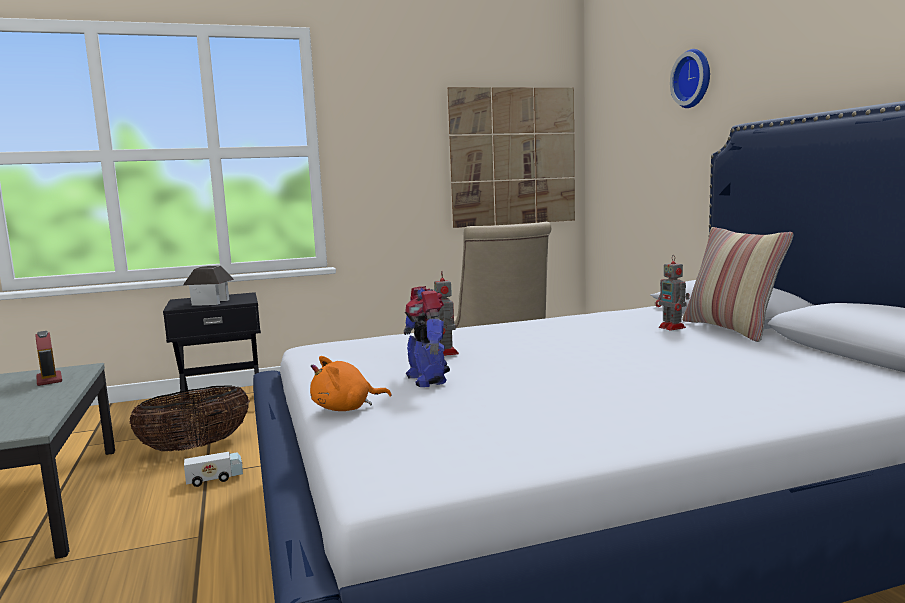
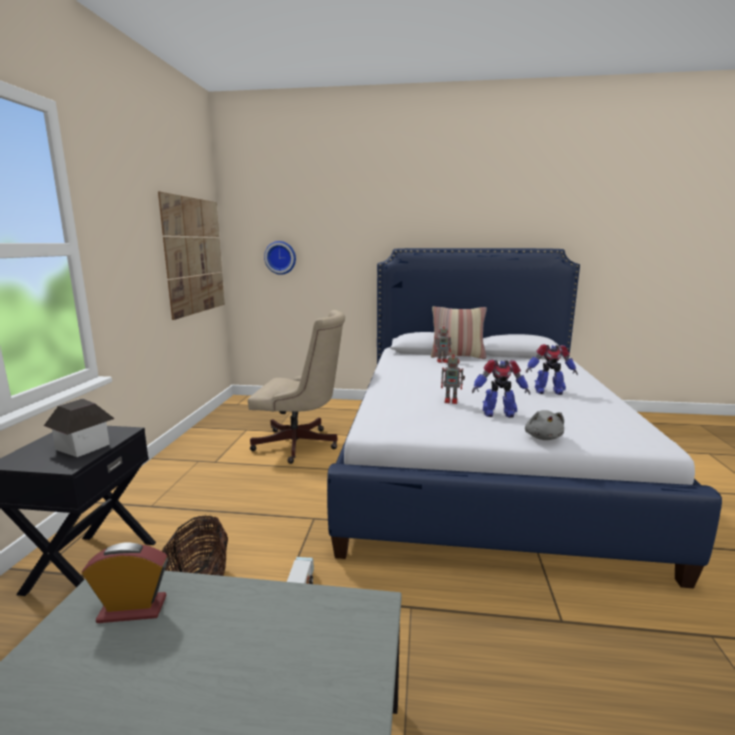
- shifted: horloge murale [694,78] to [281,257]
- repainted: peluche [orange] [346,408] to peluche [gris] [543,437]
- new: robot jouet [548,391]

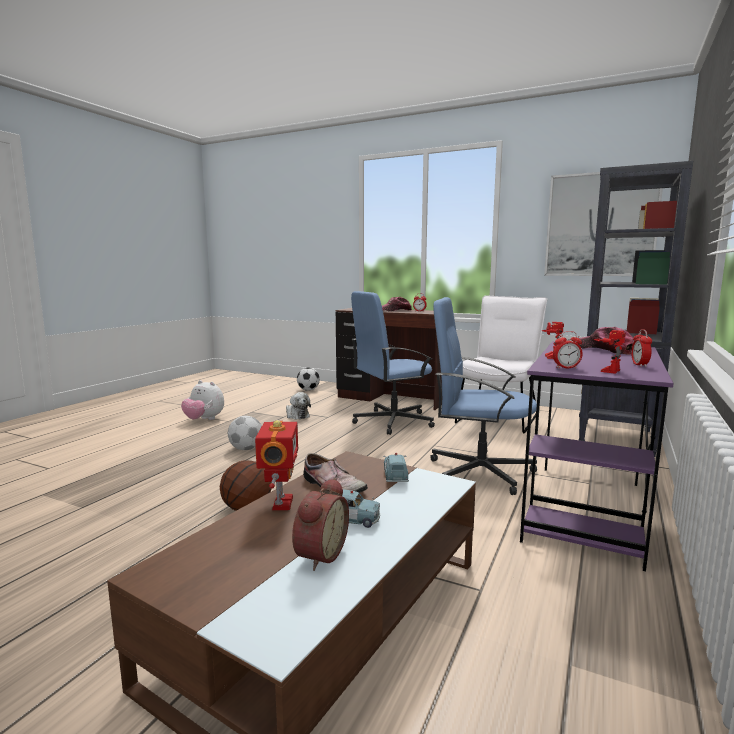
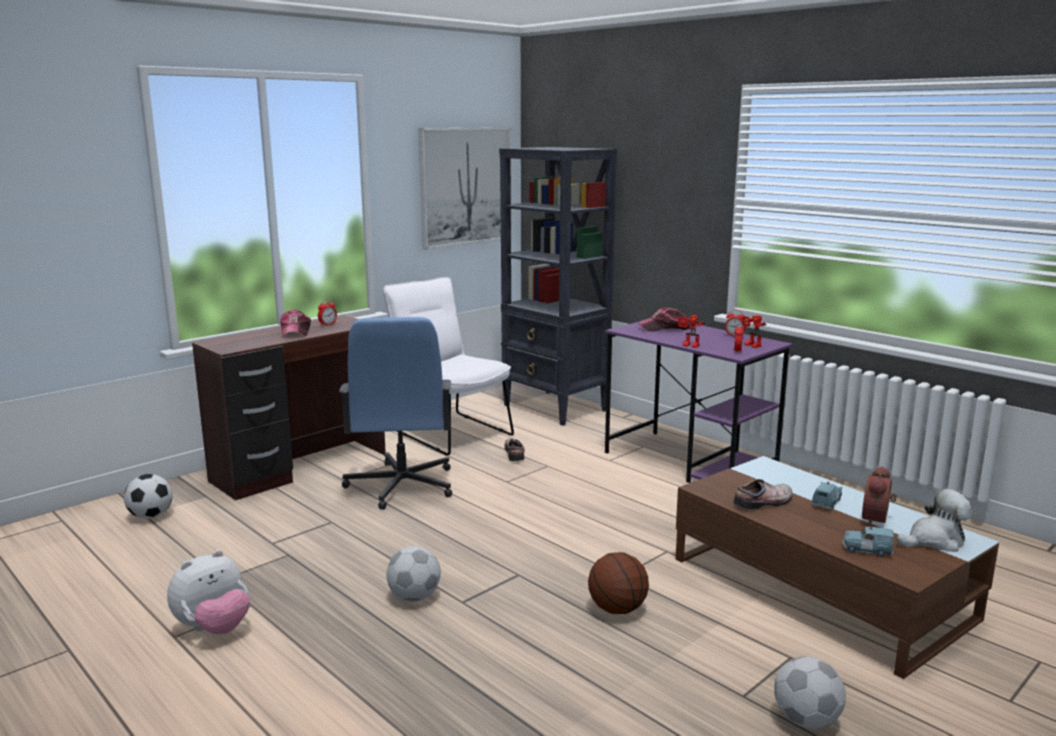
- gone: chaise de bureau [bleu] [478,471]
- shifted: peluche [297,415] to [934,541]
- gone: robot jouet [280,503]
- shifted: petite voiture [bleu] [395,476] to [866,550]
- rotated: réveil [318,554] = [877,519] 105 degrees counterclockwise
- new: chaussure [516,453]
- new: ballon de foot [807,721]

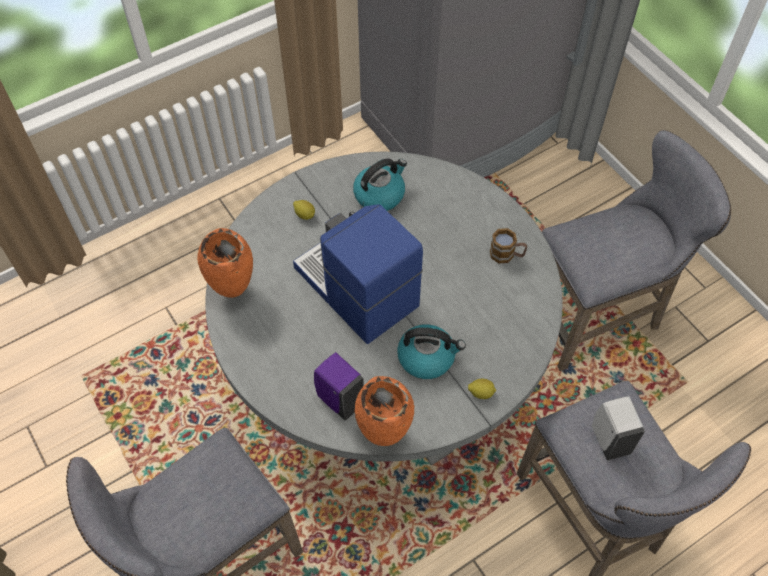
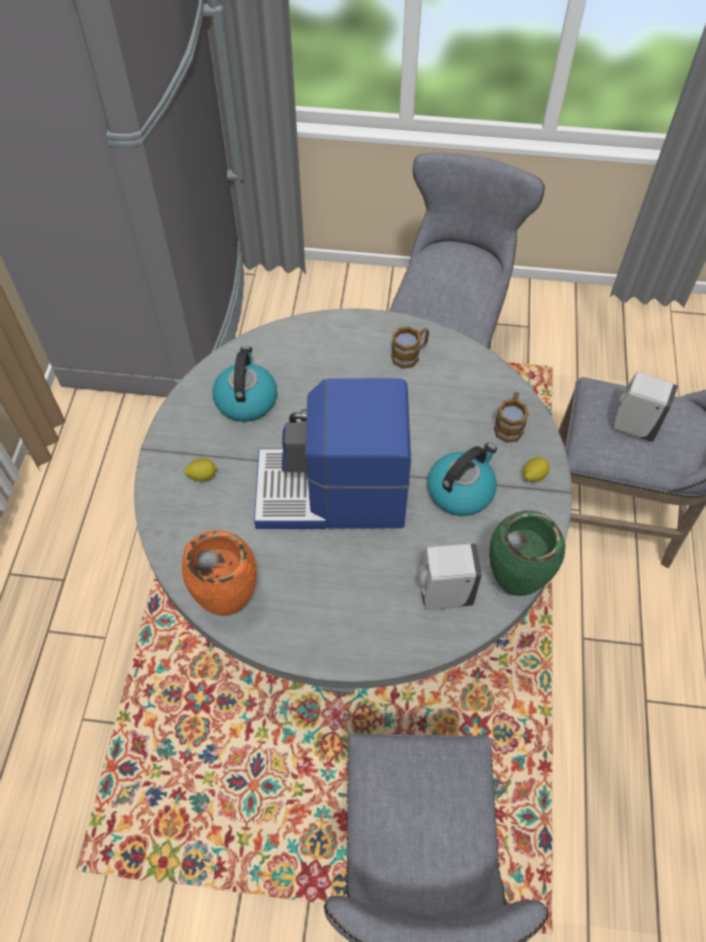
- repainted: distributeur de savon [violet] [339,399] to distributeur de savon [blanc] [442,594]
- repainted: vase [orange] [385,436] to vase [vert] [515,583]
- new: mug [509,425]

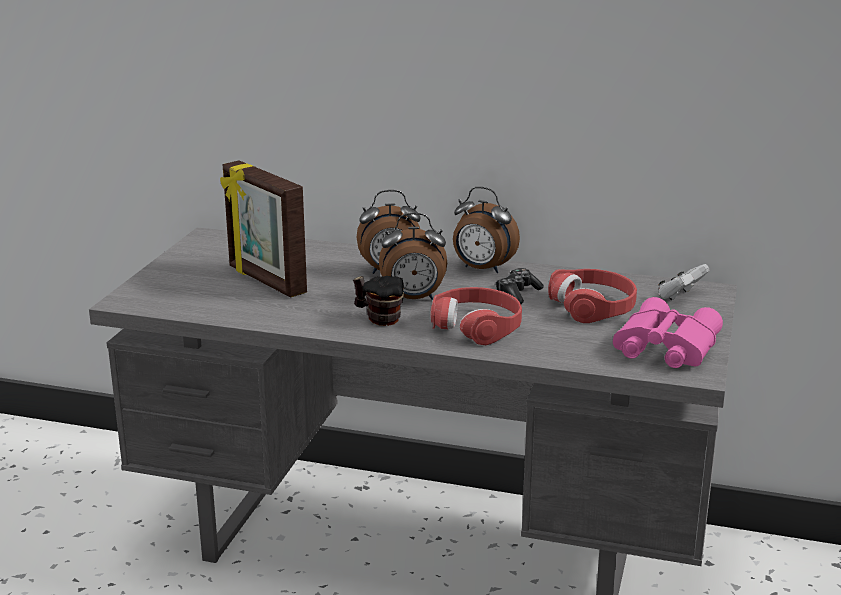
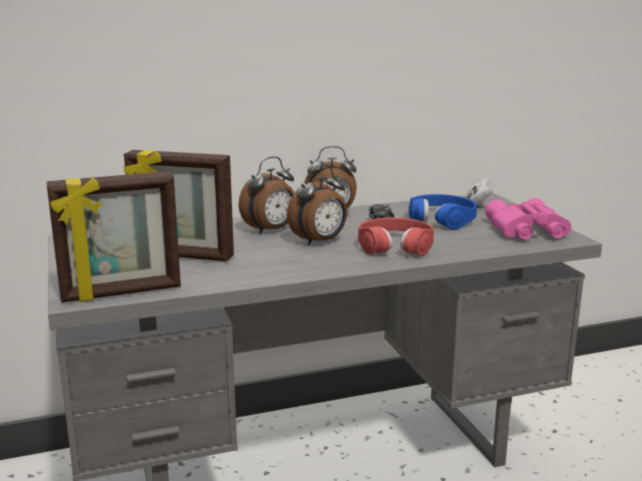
- repainted: casque audio [rouge] [593,306] to casque audio [bleu] [442,220]
- gone: mug [379,318]
- new: cadre photo [121,293]

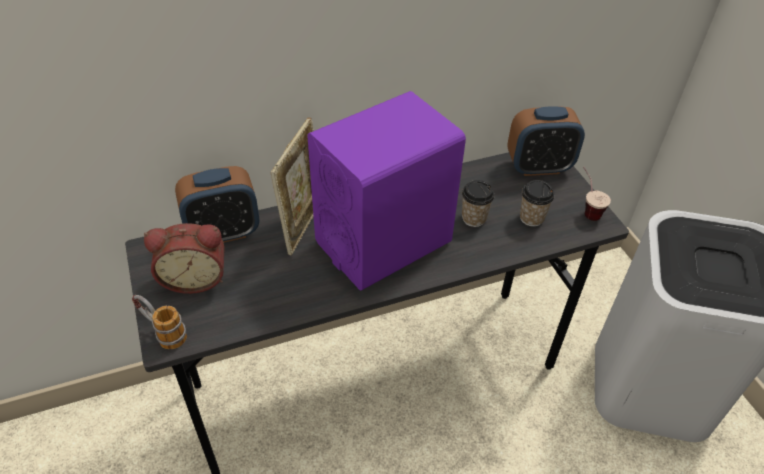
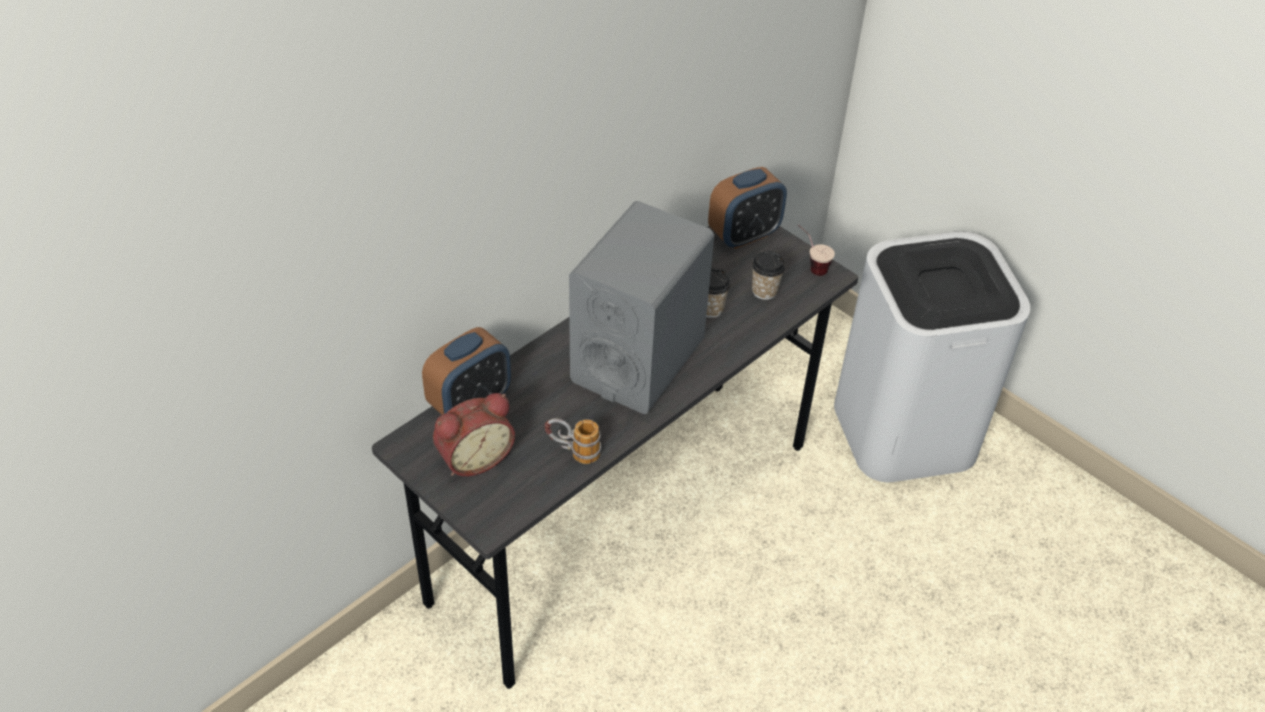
- repainted: enceinte [violet] [384,242] to enceinte [gris] [638,360]
- gone: cadre photo [303,224]
- shifted: mug [162,332] to [573,452]

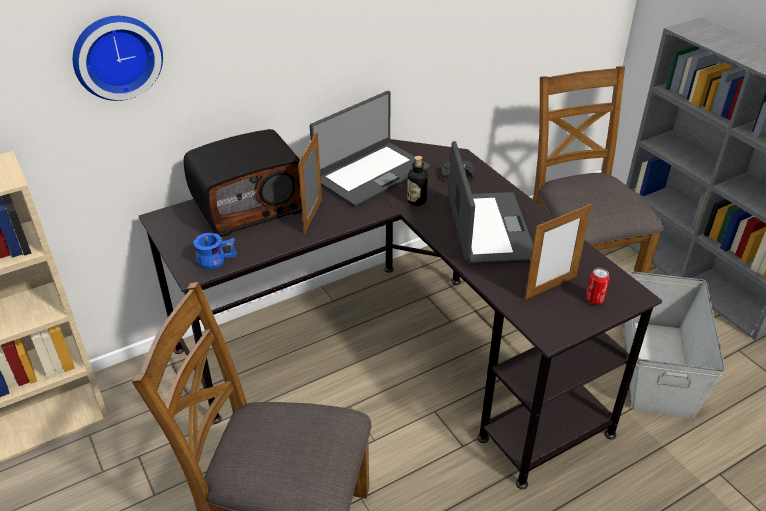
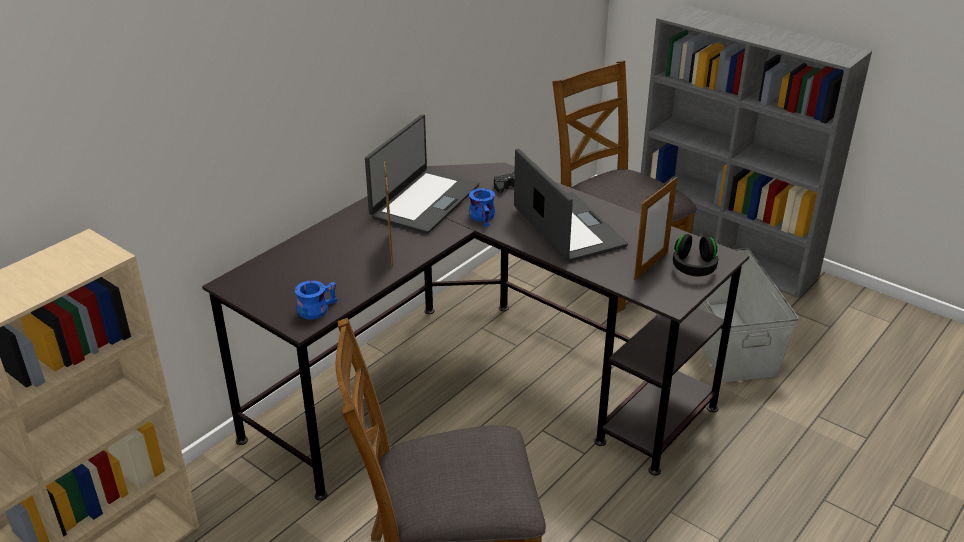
- gone: horloge murale [116,56]
- gone: radio [249,206]
- swapped: bouteille [416,200] to mug [bleu] [484,217]
- swapped: boîte métallique [594,299] to casque audio [noir] [693,267]

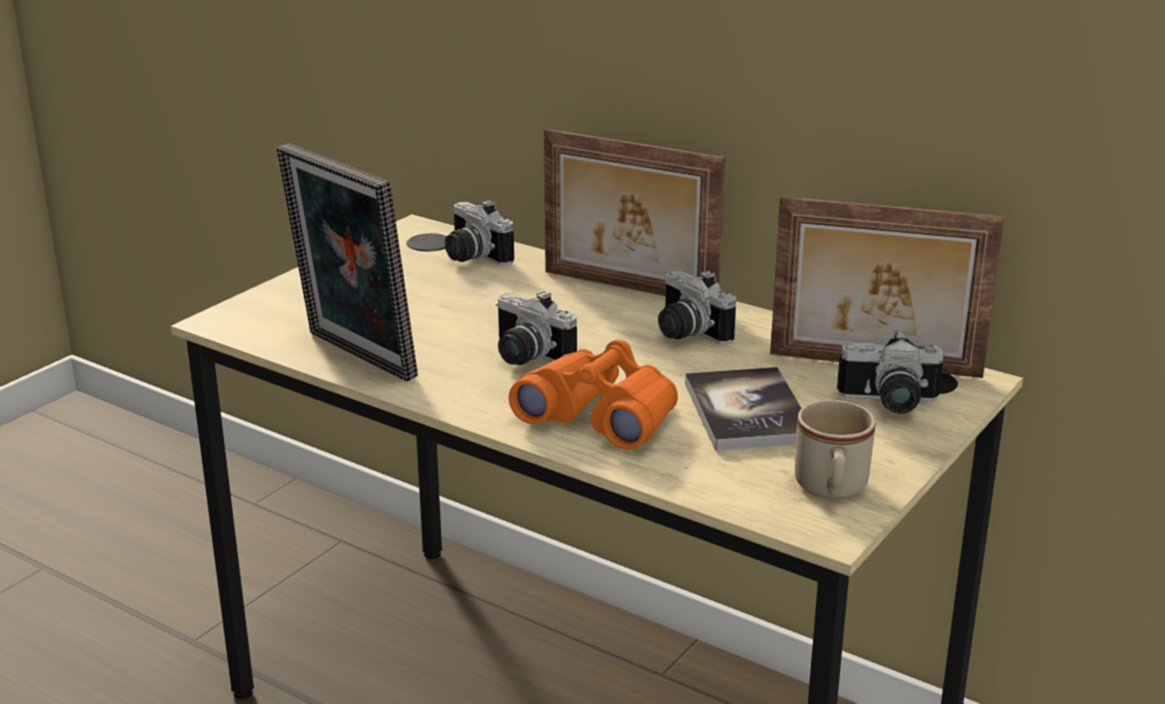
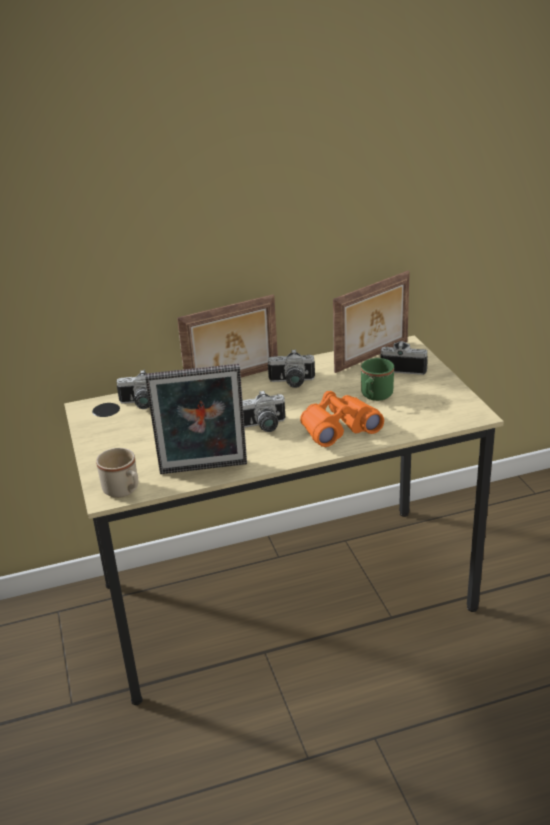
- rotated: appareil photo [889,404] = [404,366] 120 degrees counterclockwise
- swapped: livre [747,412] to mug [vert] [375,396]
- shifted: mug [beige] [831,490] to [124,491]

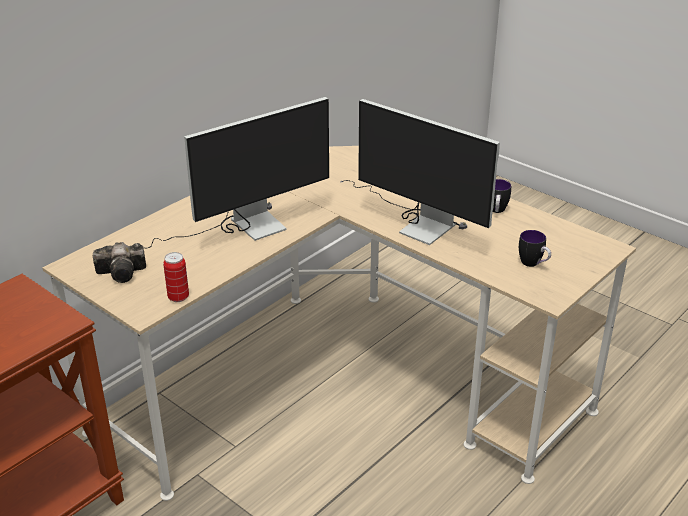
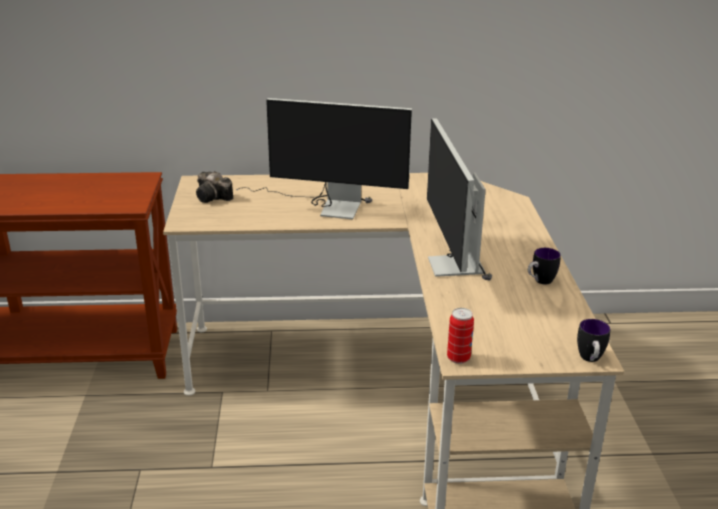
- shifted: mug [533,264] to [590,360]
- shifted: boîte métallique [178,297] to [458,358]

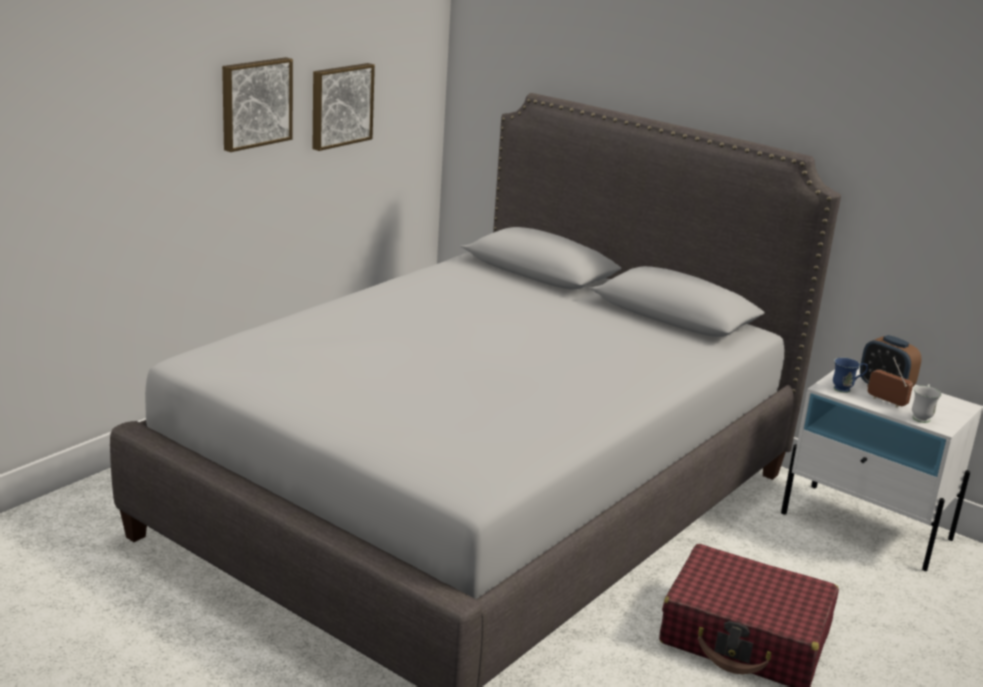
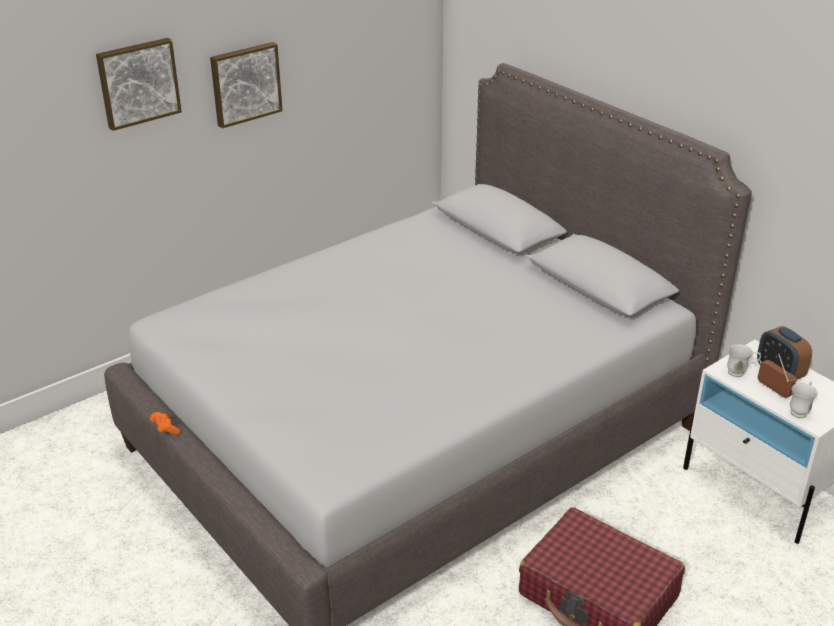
- shifted: tableau [340,105] to [138,82]
- repainted: mug [bleu] [846,389] to mug [blanc] [740,373]
- new: manette [orange] [165,429]

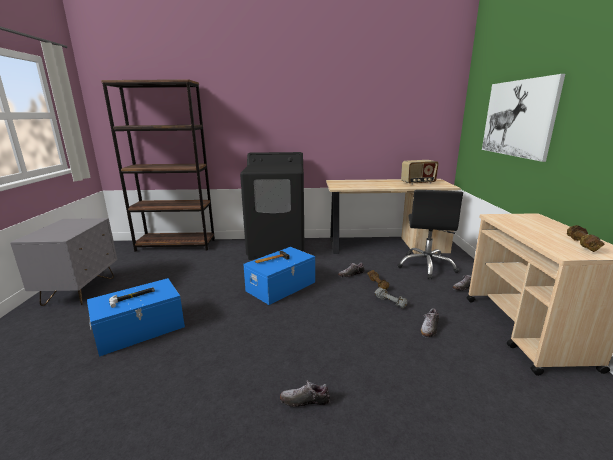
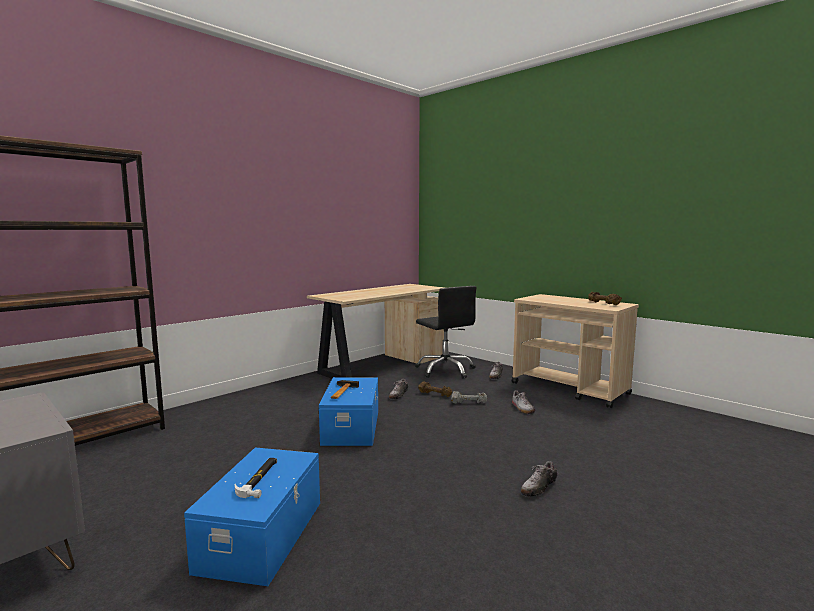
- gone: tableau [517,118]
- gone: lave-linge [noir] [277,248]
- gone: radio [418,183]

